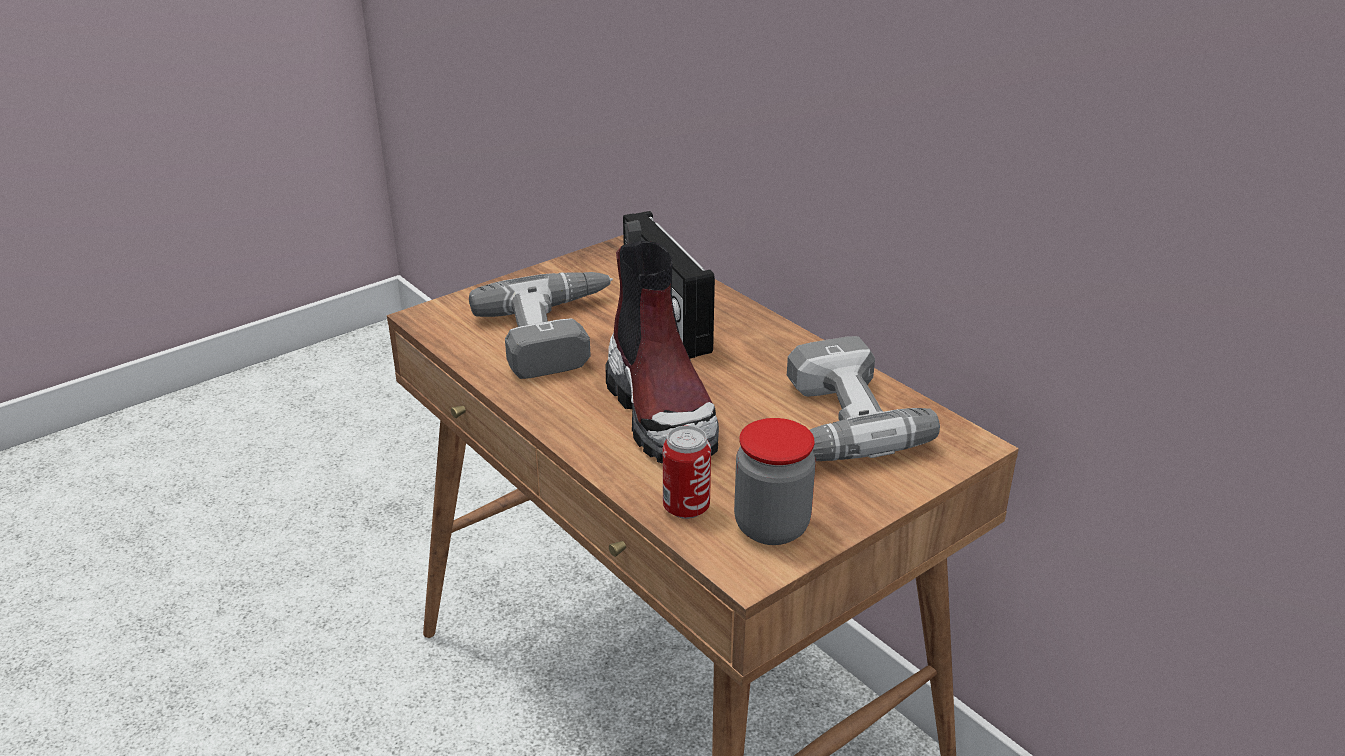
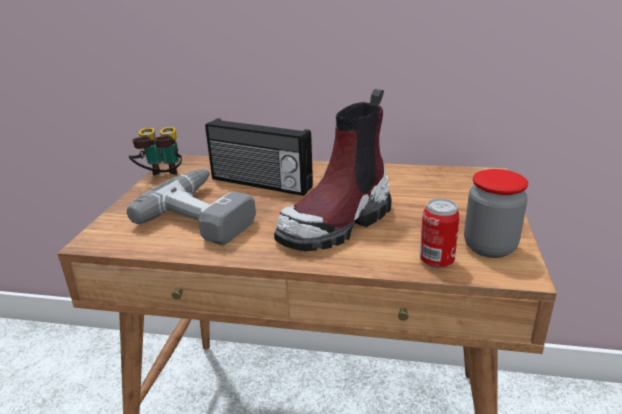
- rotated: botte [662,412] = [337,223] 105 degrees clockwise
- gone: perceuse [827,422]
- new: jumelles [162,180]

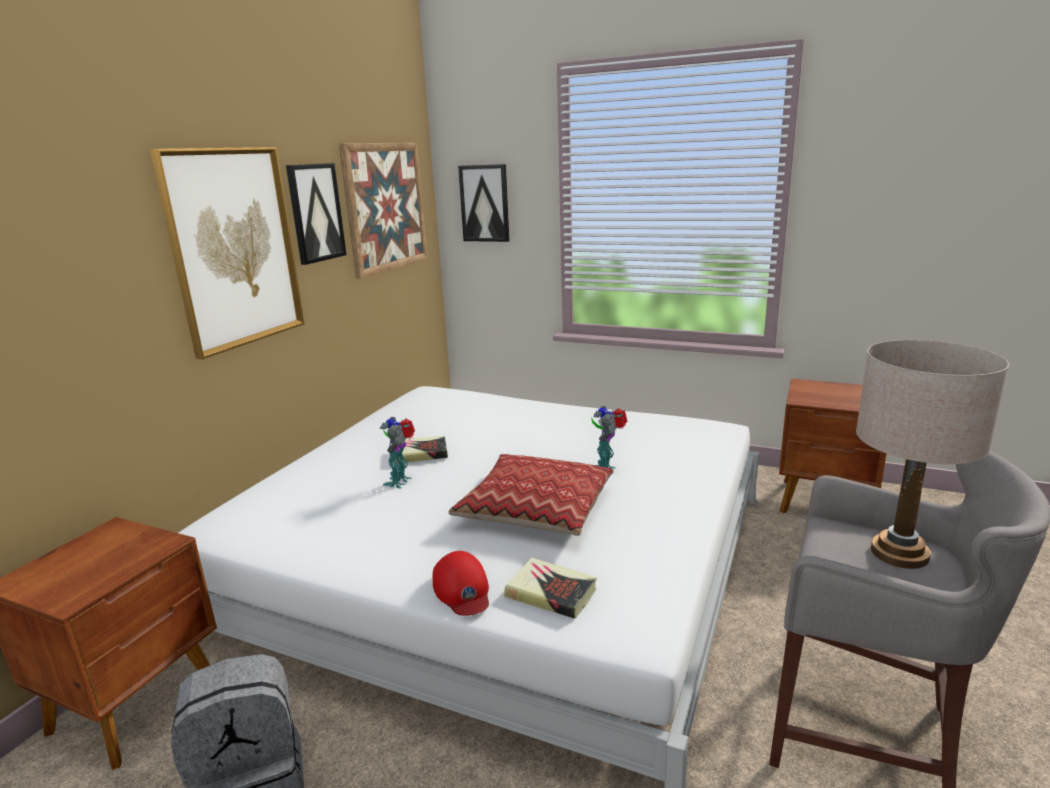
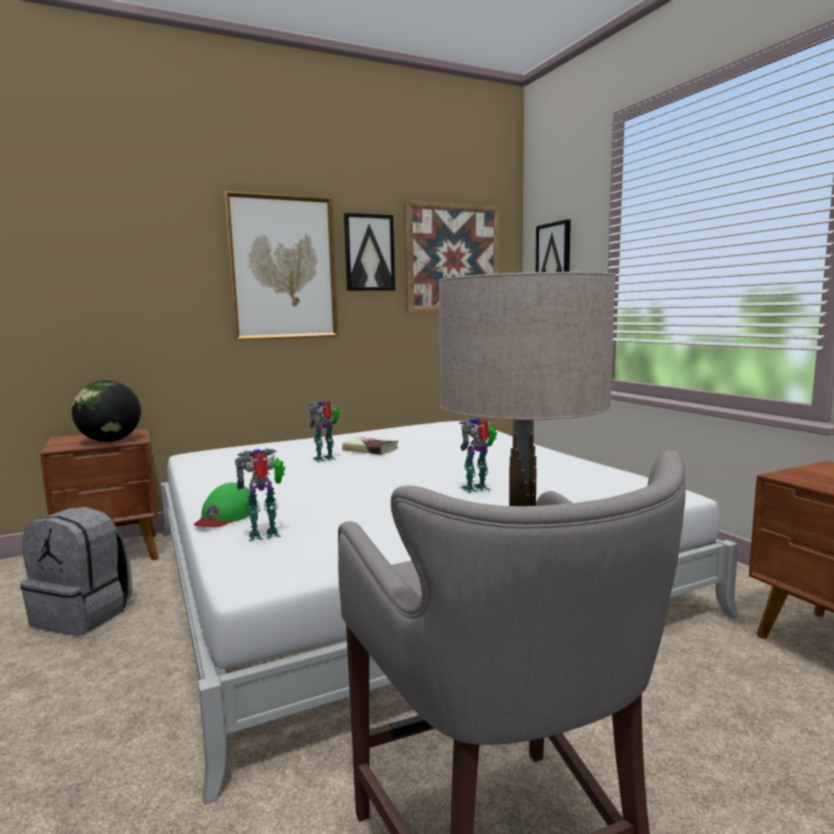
- gone: coussin [535,508]
- repainted: casquette [rouge] [462,590] to casquette [vert] [226,515]
- swapped: livre [551,593] to robot jouet [265,536]
- new: globe [110,441]

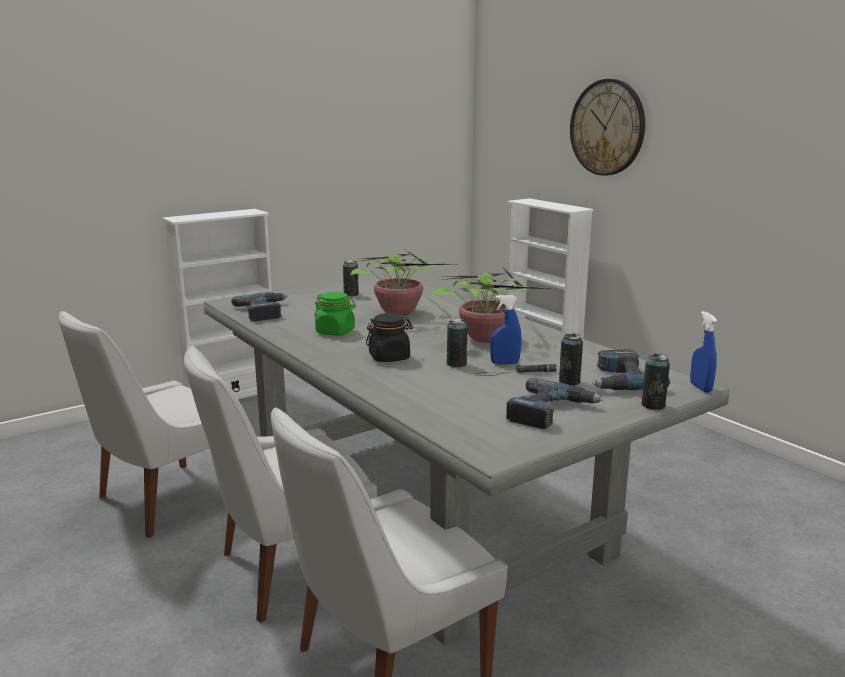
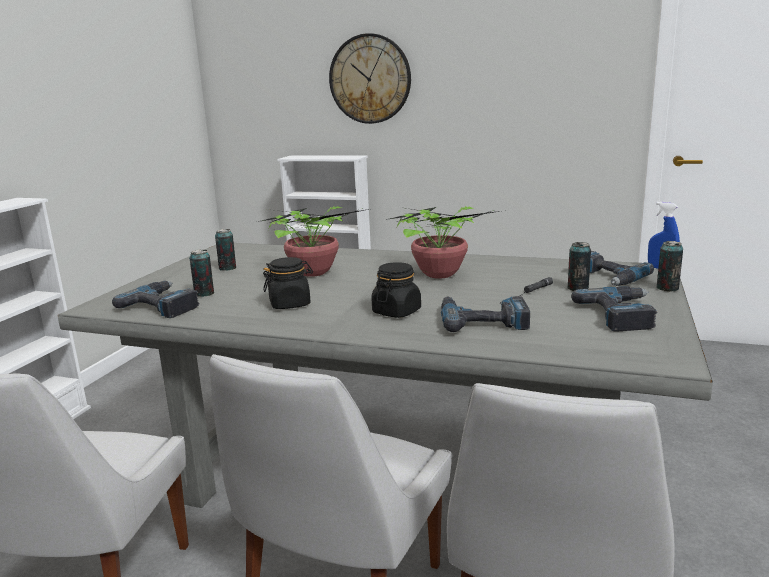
- repainted: bocal [vert] [335,332] to bocal [noir] [290,304]
- gone: vaporisateur [bleu] [505,363]
- shifted: boîte métallique [456,364] to [204,294]
- new: perceuse [482,320]

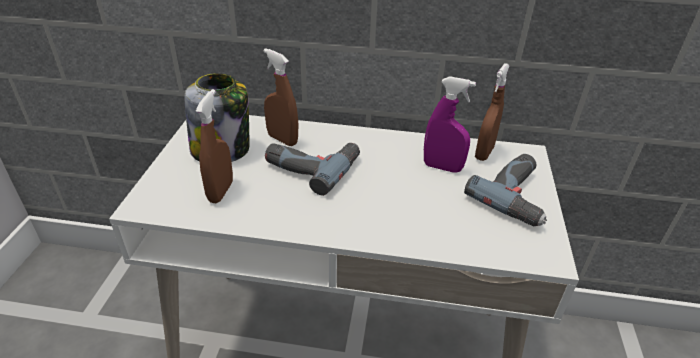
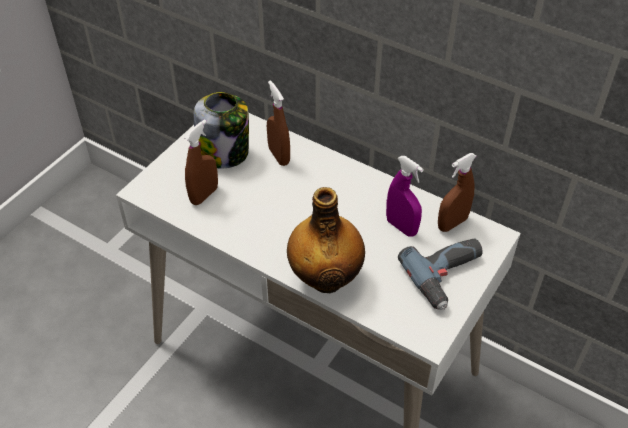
- gone: perceuse [312,165]
- new: bouteille [326,278]

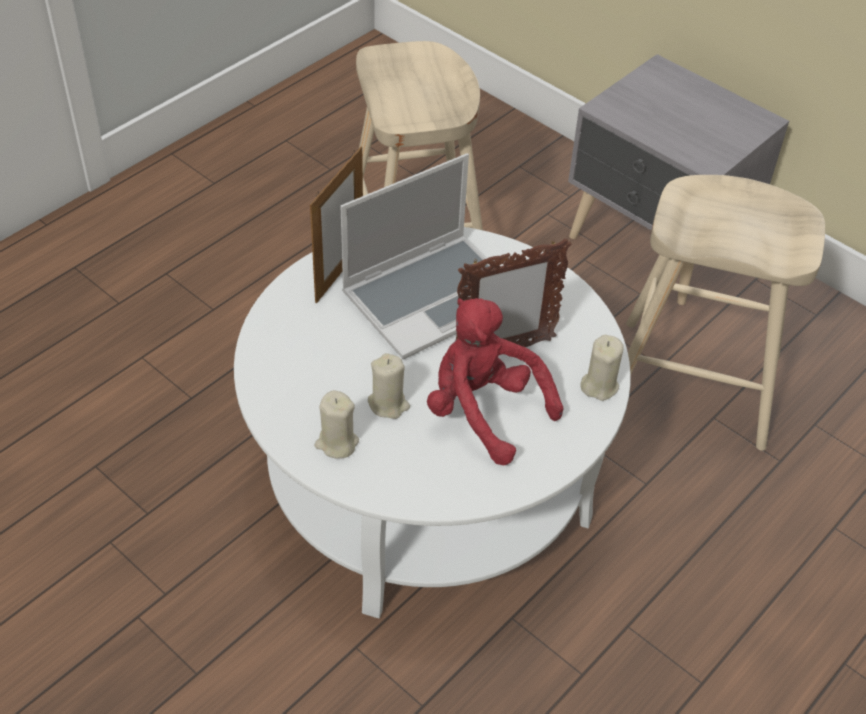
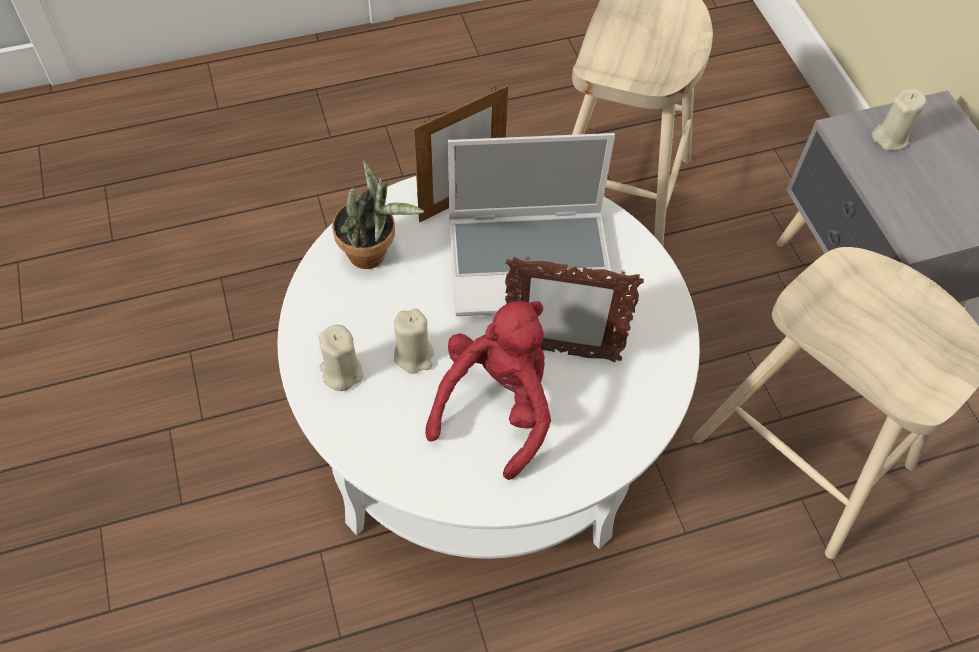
- rotated: peluche [rouge] [483,411] = [497,406] 45 degrees clockwise
- shifted: bougie [beige] [599,385] to [890,138]
- new: plante en pot [373,254]

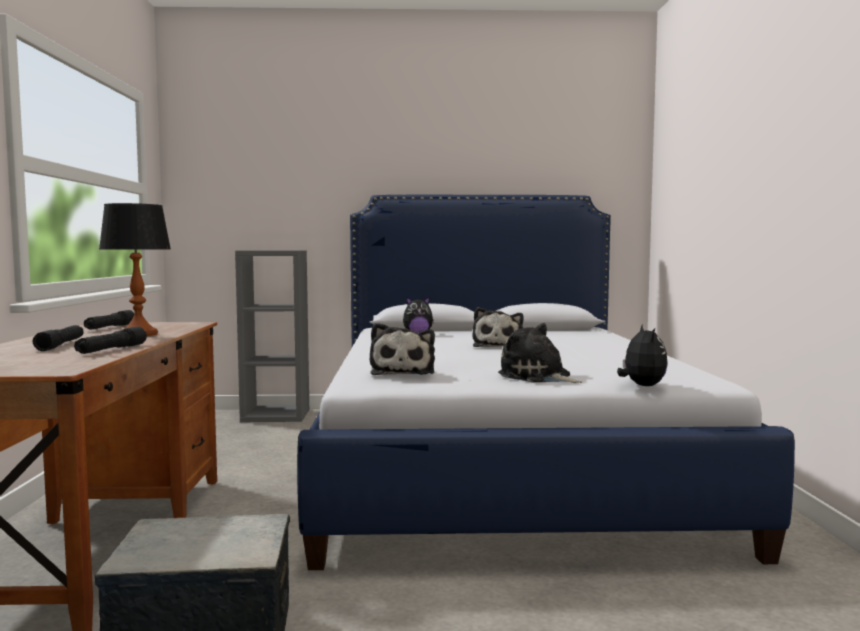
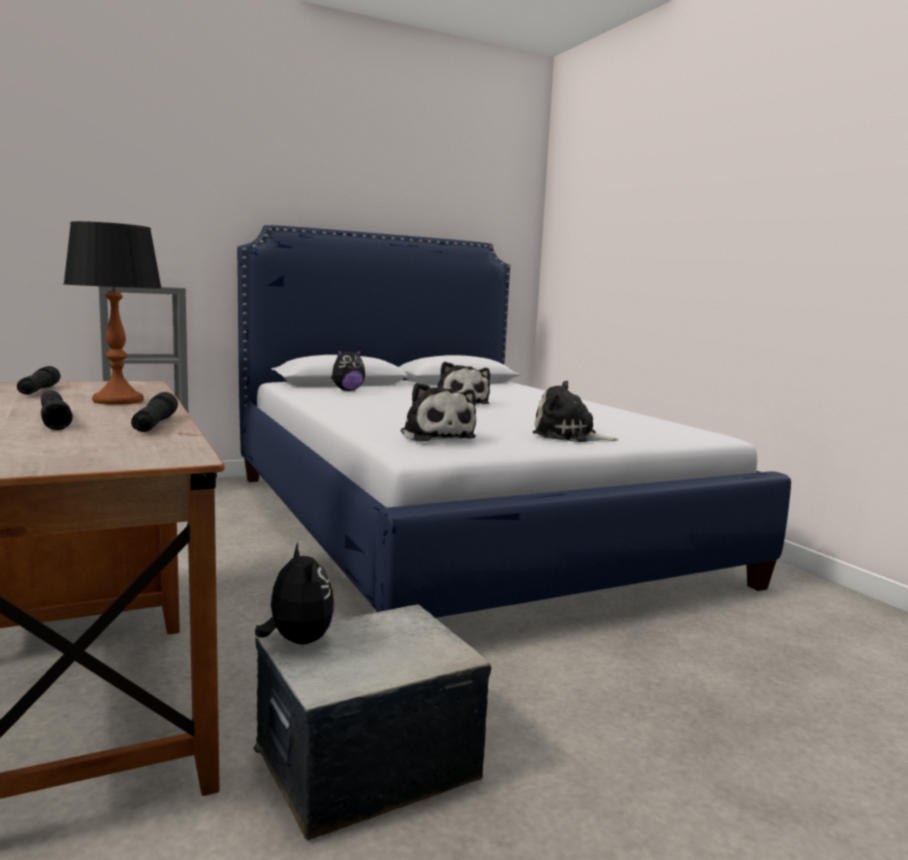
- shifted: peluche [641,386] to [297,641]

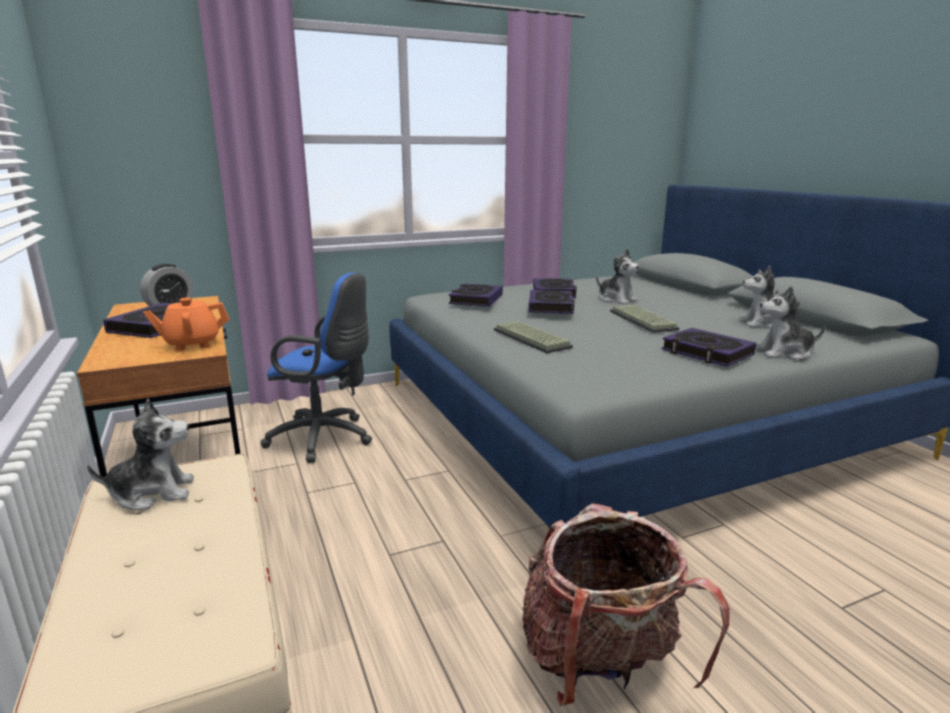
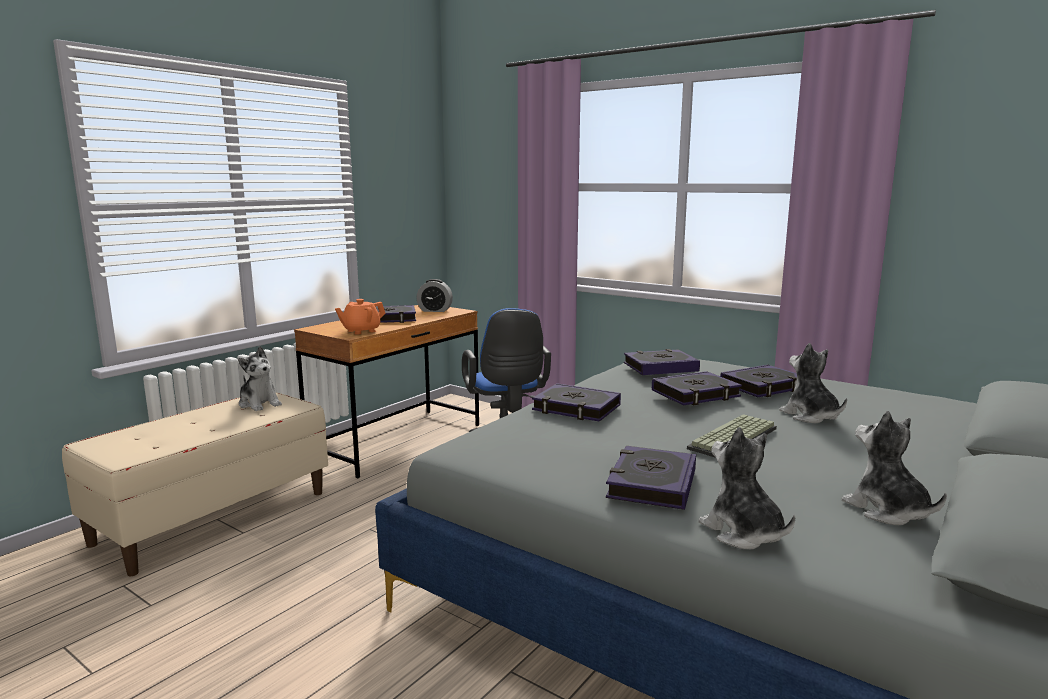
- rotated: peluche [616,300] = [810,416] 135 degrees clockwise
- rotated: théière [orange] [192,344] = [361,331] 75 degrees counterclockwise
- swapped: clavier [533,338] to livre [576,408]
- gone: sac à dos [600,665]

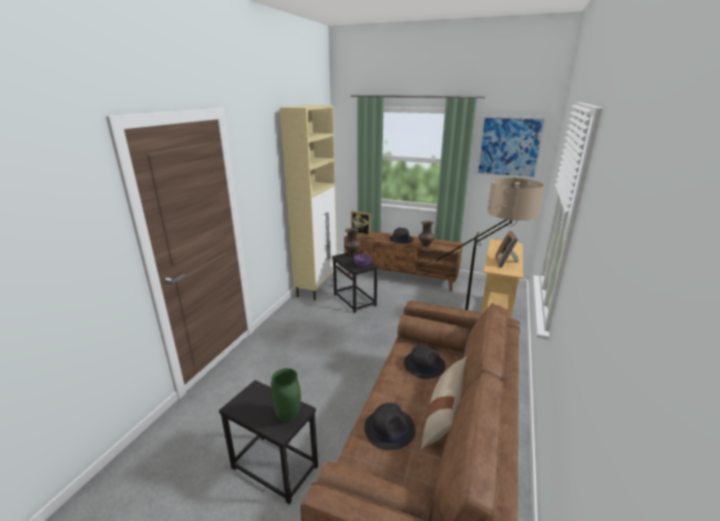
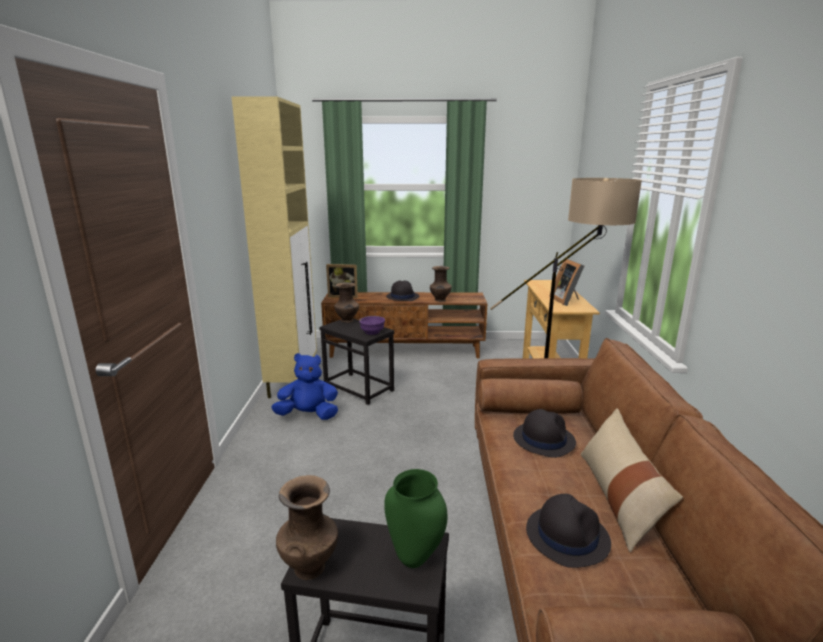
- gone: tableau [509,147]
- new: peluche [bleu] [308,415]
- new: vase [marron] [309,566]

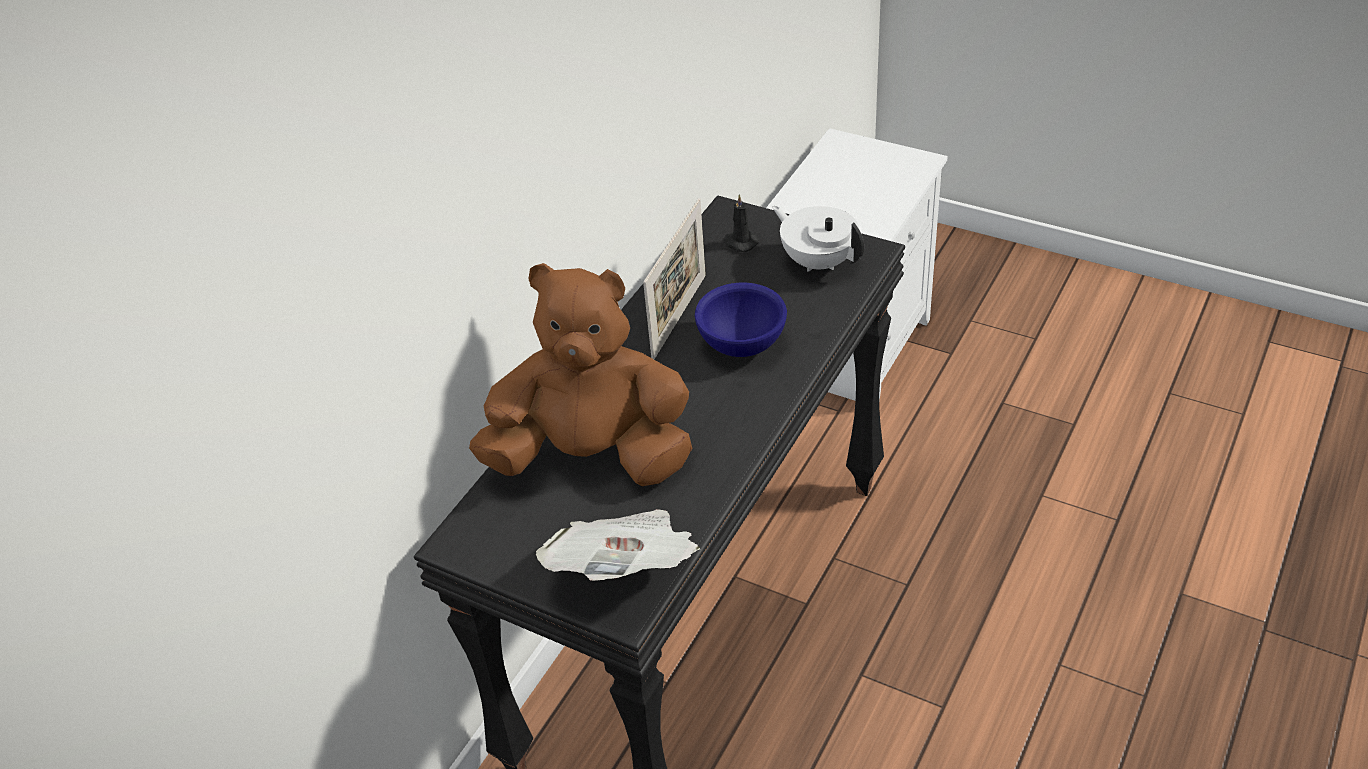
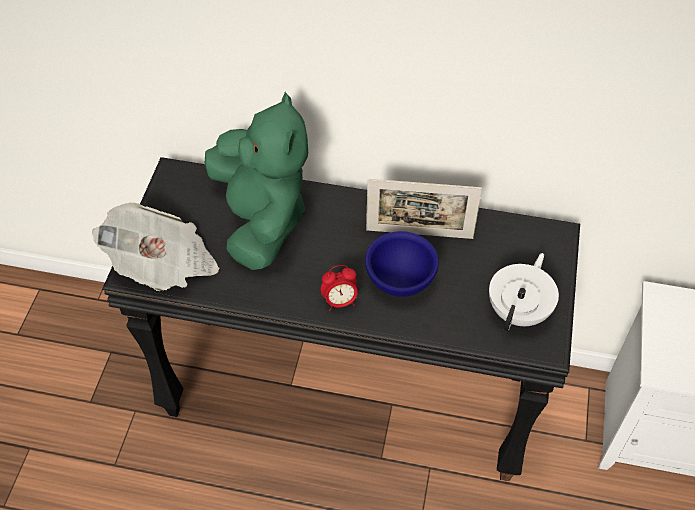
- gone: bougie [noir] [740,242]
- repainted: peluche [marron] [592,456] to peluche [vert] [261,220]
- new: réveil [340,301]

